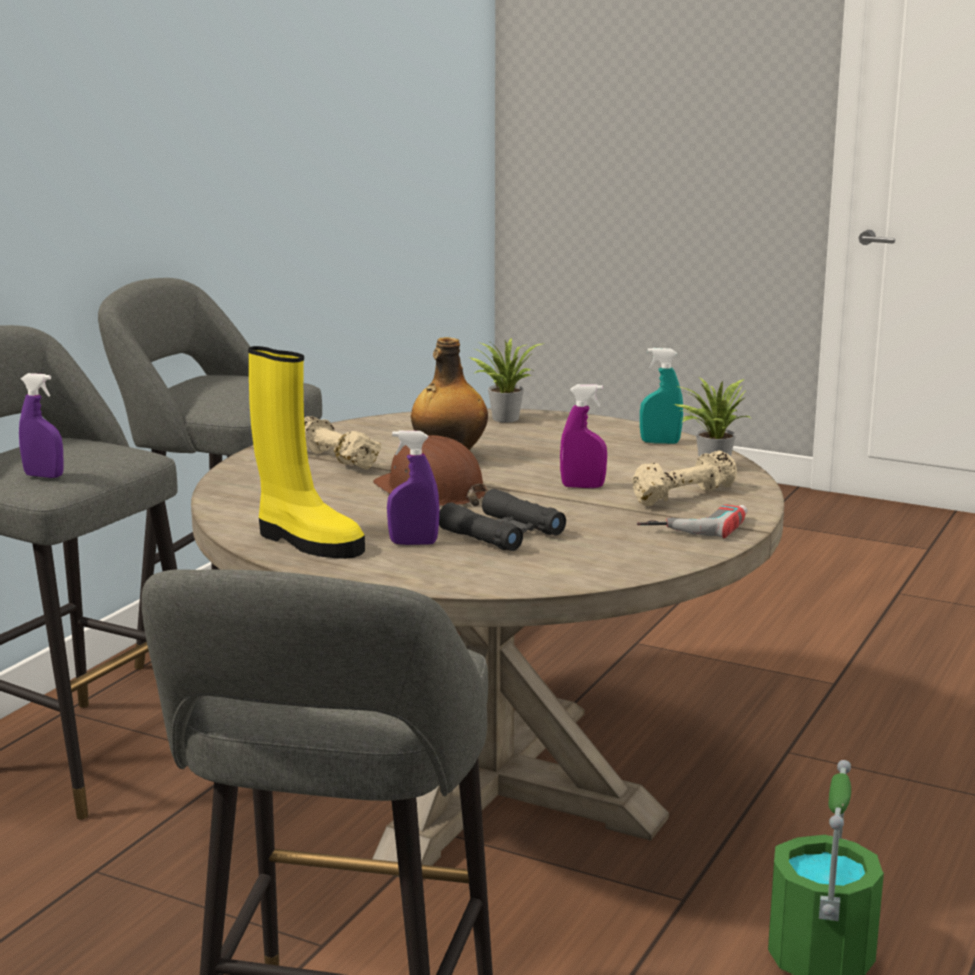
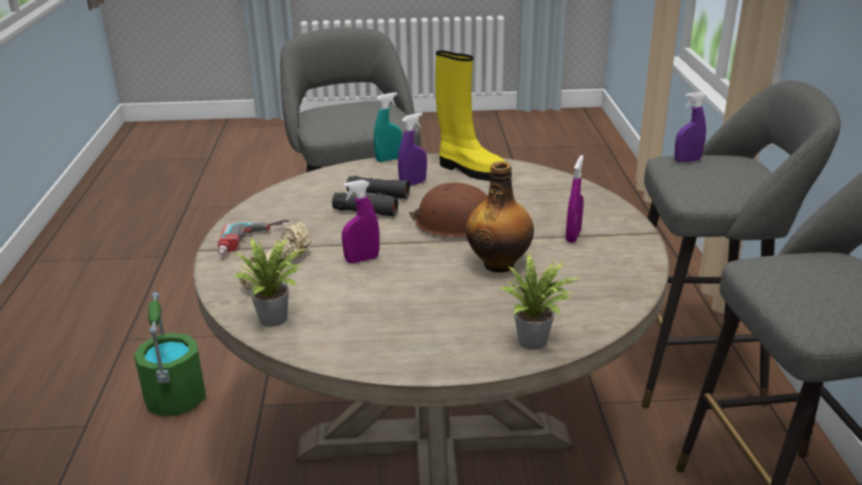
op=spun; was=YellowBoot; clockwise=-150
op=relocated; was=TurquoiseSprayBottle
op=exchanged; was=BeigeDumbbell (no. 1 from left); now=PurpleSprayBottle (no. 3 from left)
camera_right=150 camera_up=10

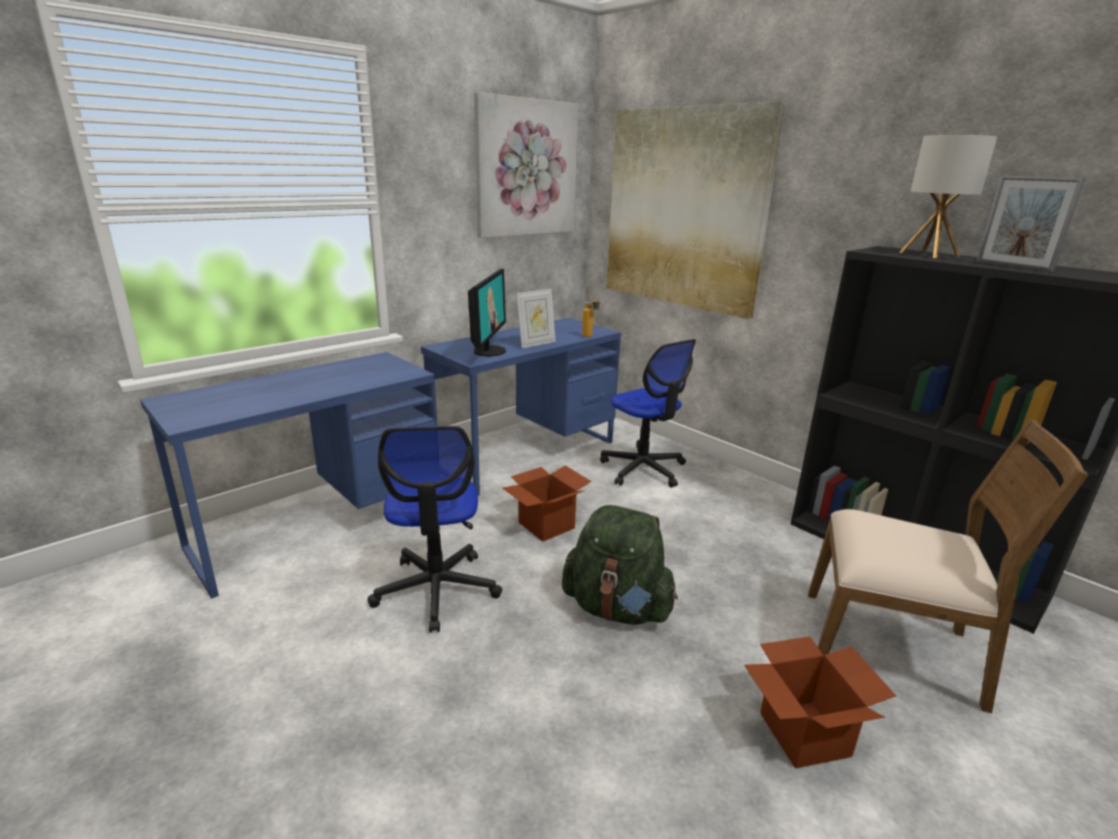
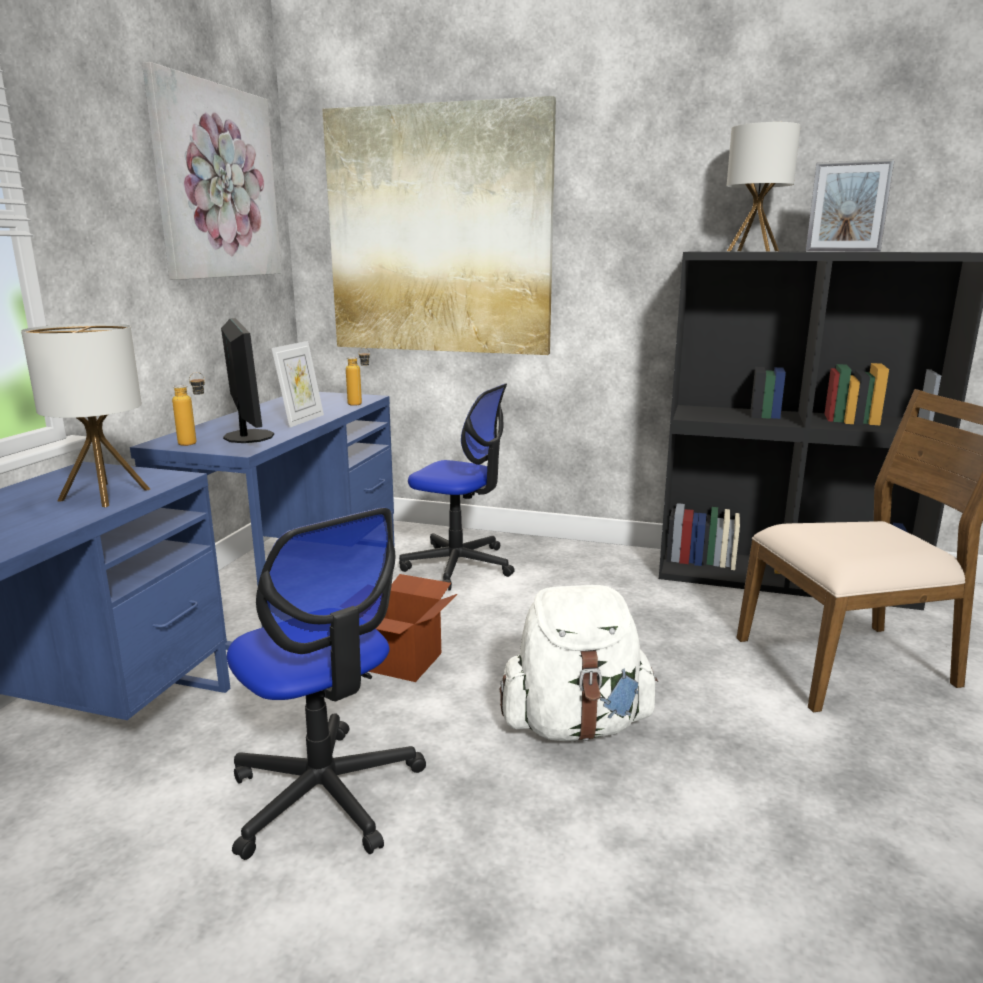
op=colour; was=GreenBackpack; now=WhiteBackpack
op=missing; was=CardboardBox (no. 2 from left)
op=appeared; now=TableLamp (no. 1 from left)
op=appeared; now=Bottle (no. 1 from left)
camera_right=-30 camera_up=-5

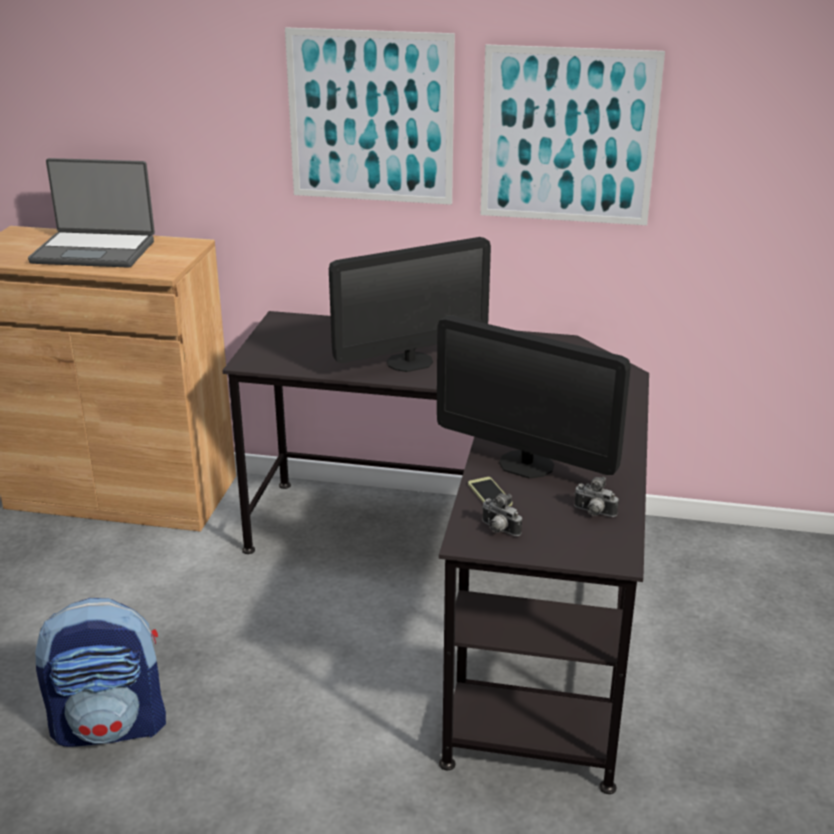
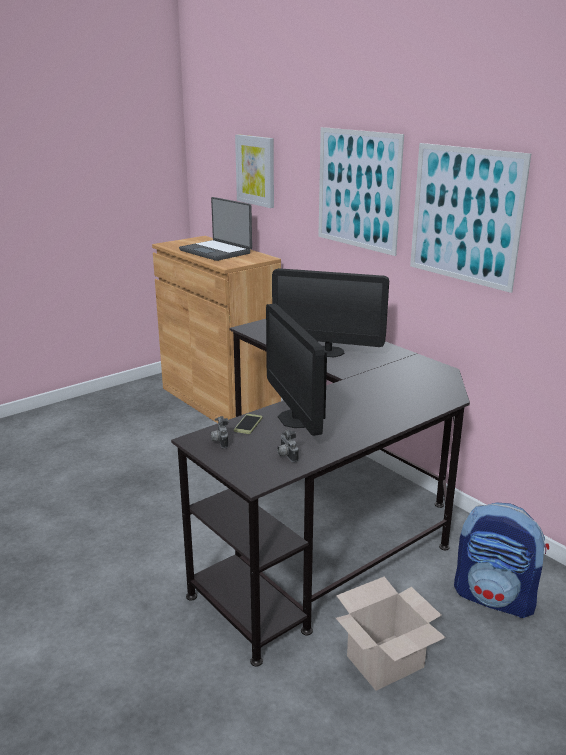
op=relocated; was=Backpack
op=appeared; now=Picture (no. 1 from left)
op=appeared; now=CardboardBox
camera_right=40 camera_up=-5

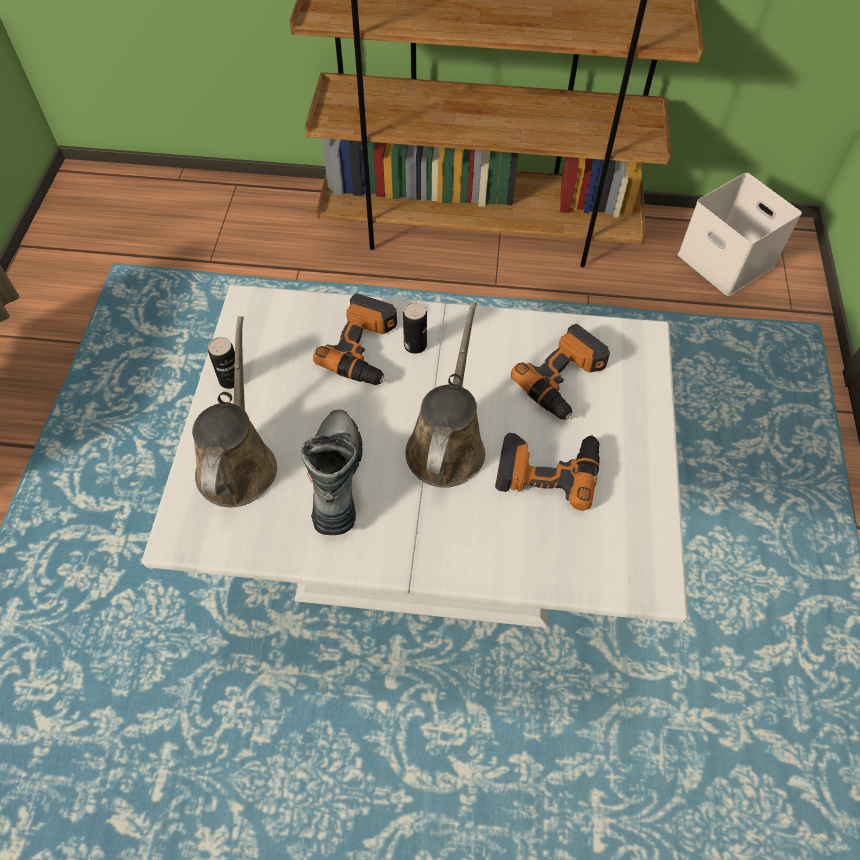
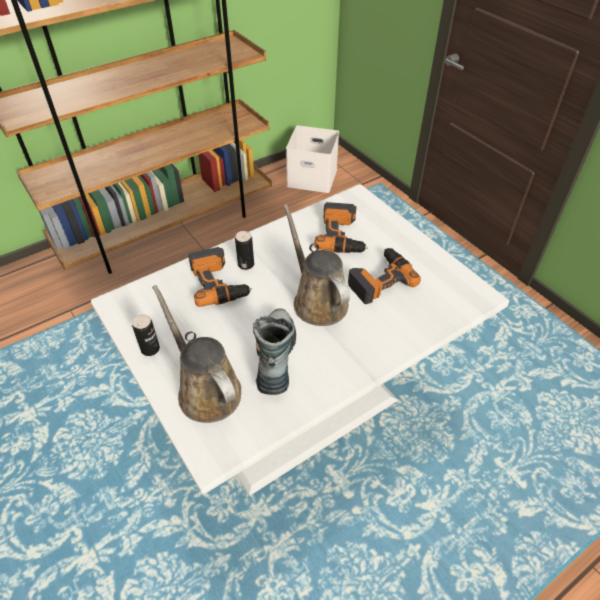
op=spun; was=Boot; clockwise=45
camera_right=-40 camera_up=-10

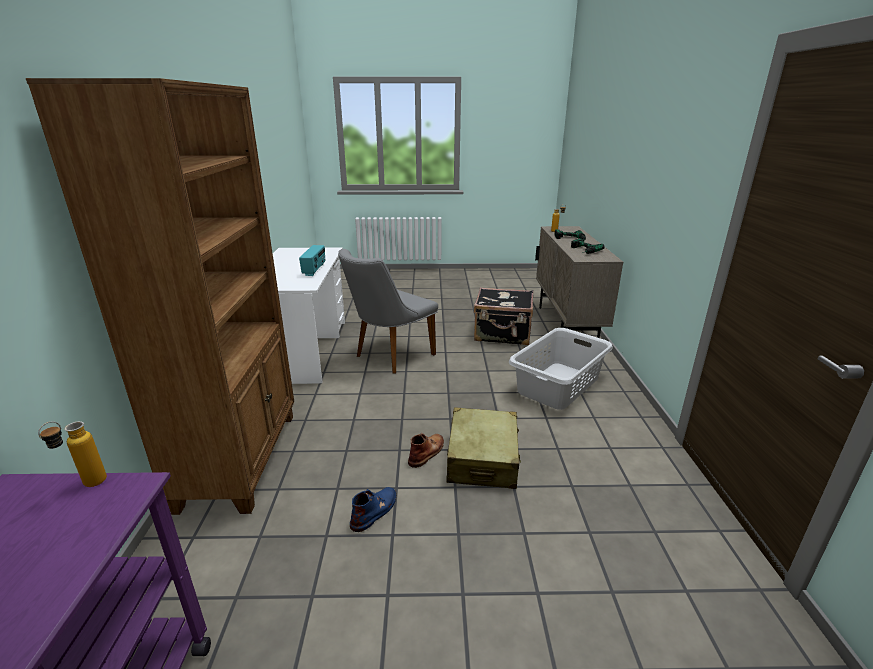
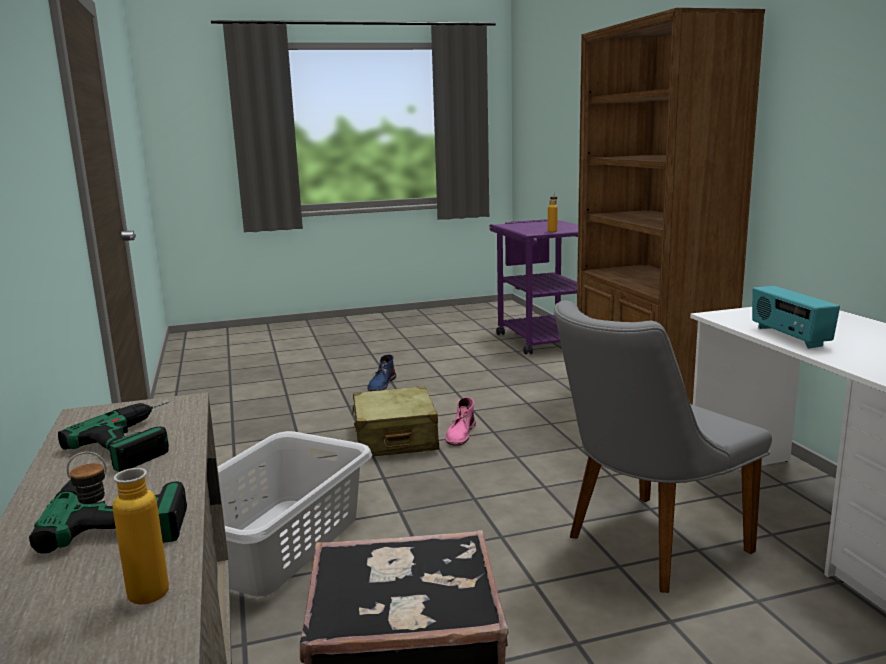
op=spun; was=GreyChair; clockwise=-150
op=colour; was=BrownBoot; now=PinkBoot
op=relocated; was=BlueBoot
camera_right=165 camera_up=-10

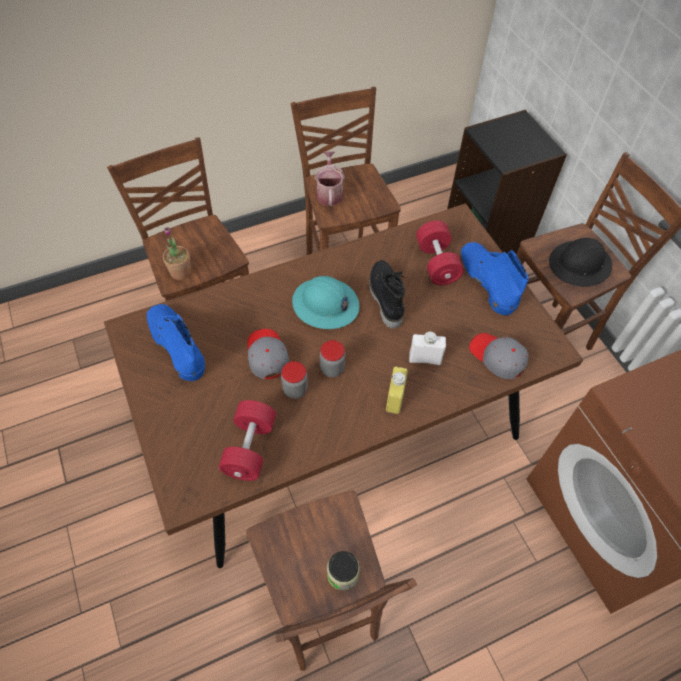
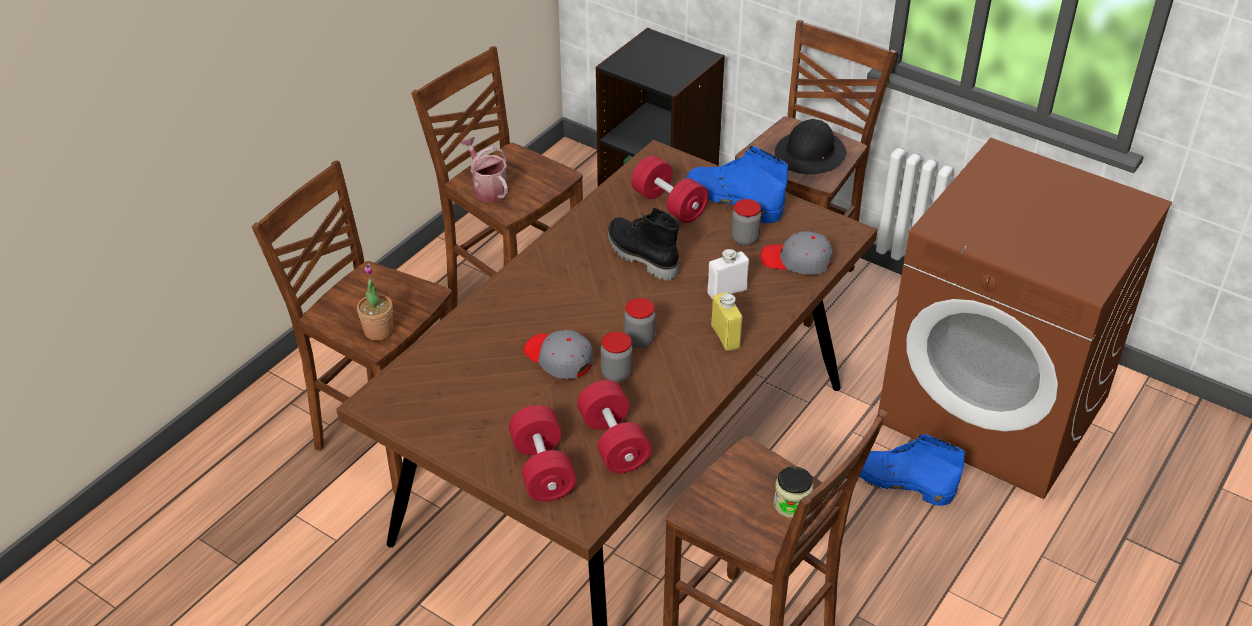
op=missing; was=TurquoiseHardHat
op=relocated; was=BlueBoot (no. 1 from left in the first image); now=BlueBoot (no. 2 from left)
op=appeared; now=Jar (no. 3 from left)
op=appeared; now=RedDumbbell (no. 1 from left)
camera_right=-30 camera_up=-15

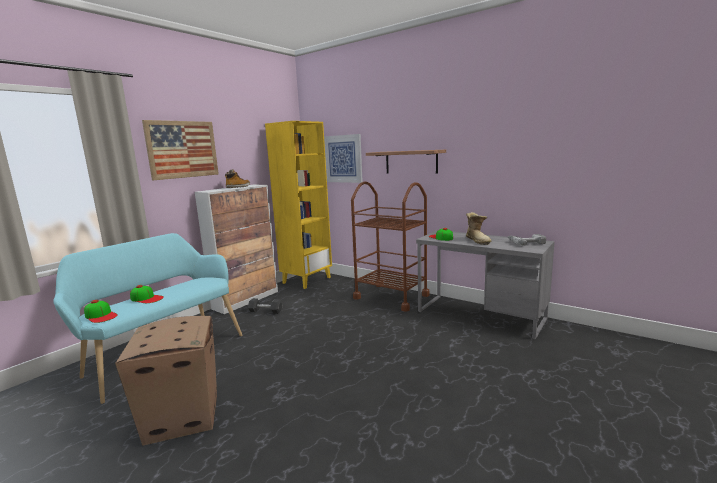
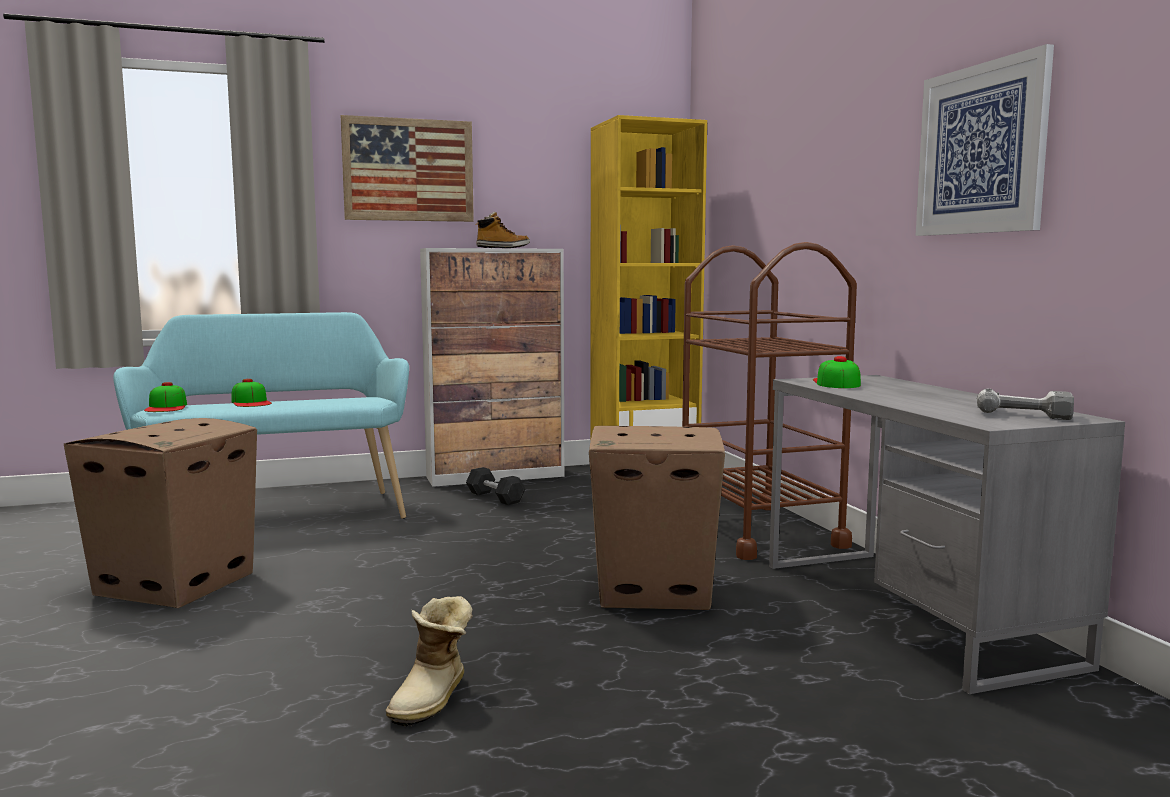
op=relocated; was=Picture (no. 2 from left)
op=missing; was=Shelf
op=relocated; was=Boot (no. 2 from left in the first image); now=Boot (no. 1 from left)
op=appeared; now=CardboardBox (no. 2 from left)
camera_right=35 camera_up=-5

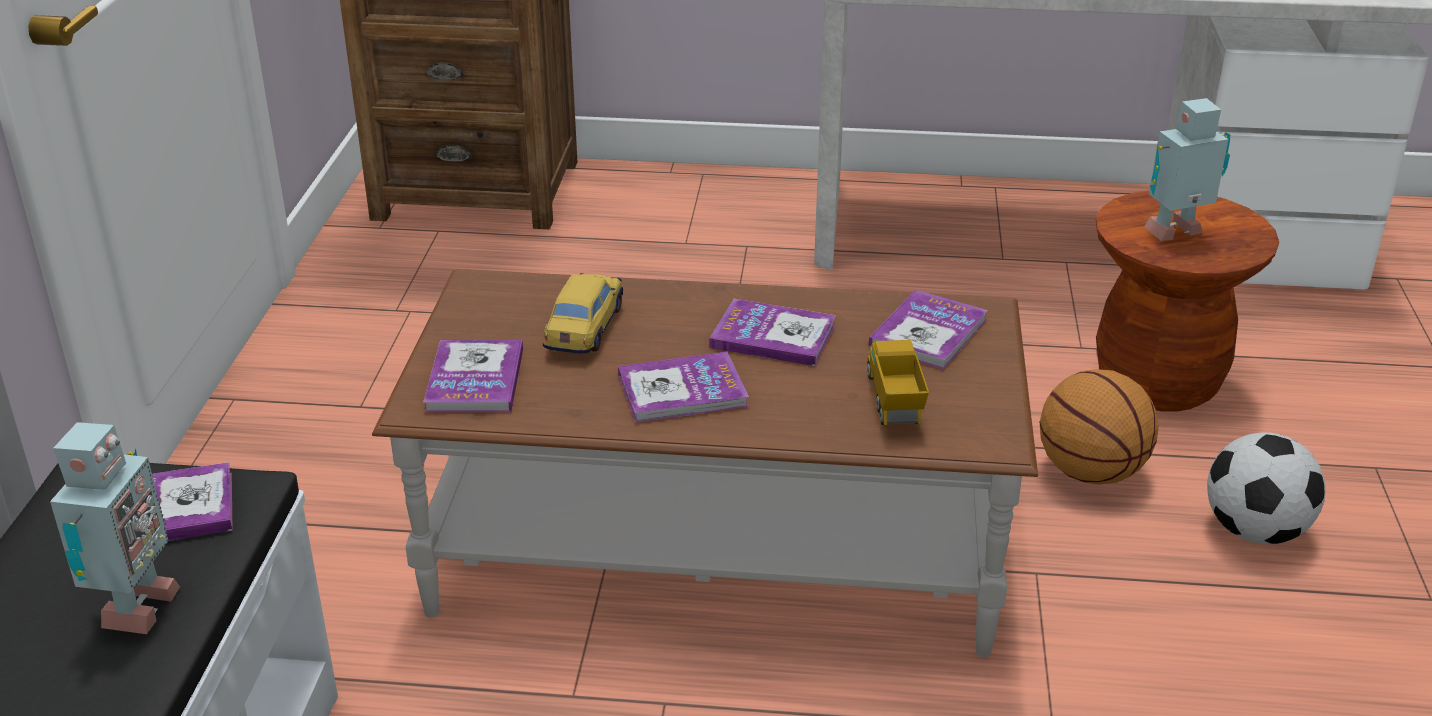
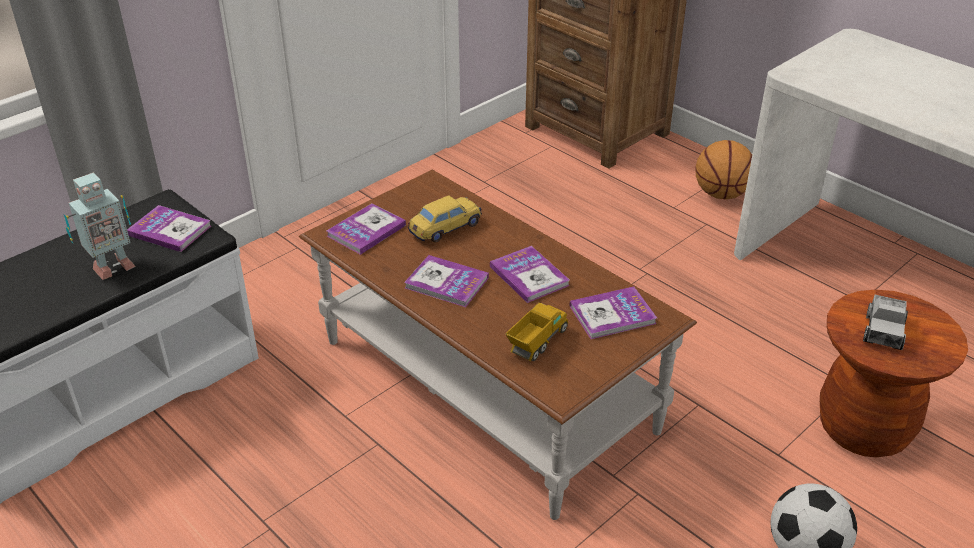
op=exchanged; was=ToyRobot (no. 2 from left); now=ToyTruck (no. 2 from left)
op=relocated; was=Basketball
camera_right=40 camera_up=5

